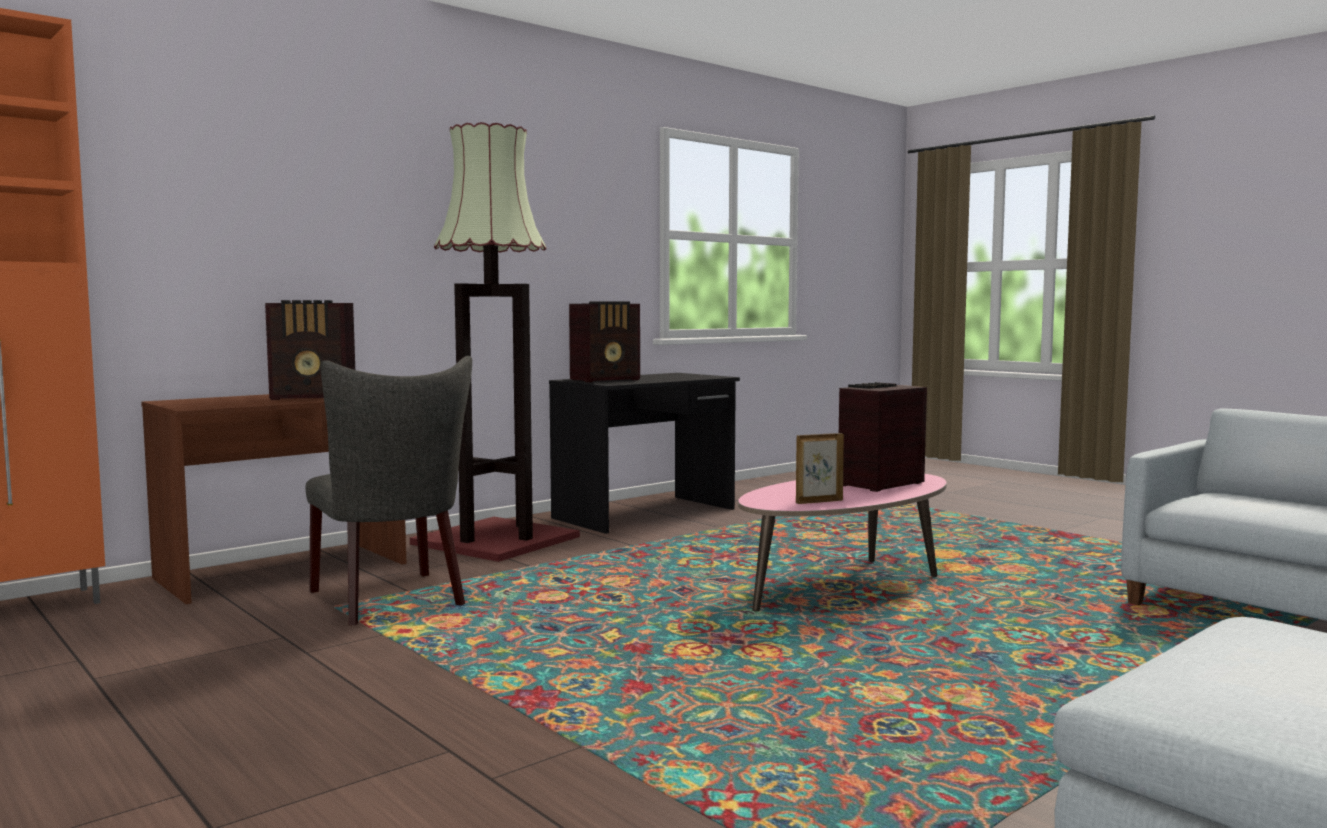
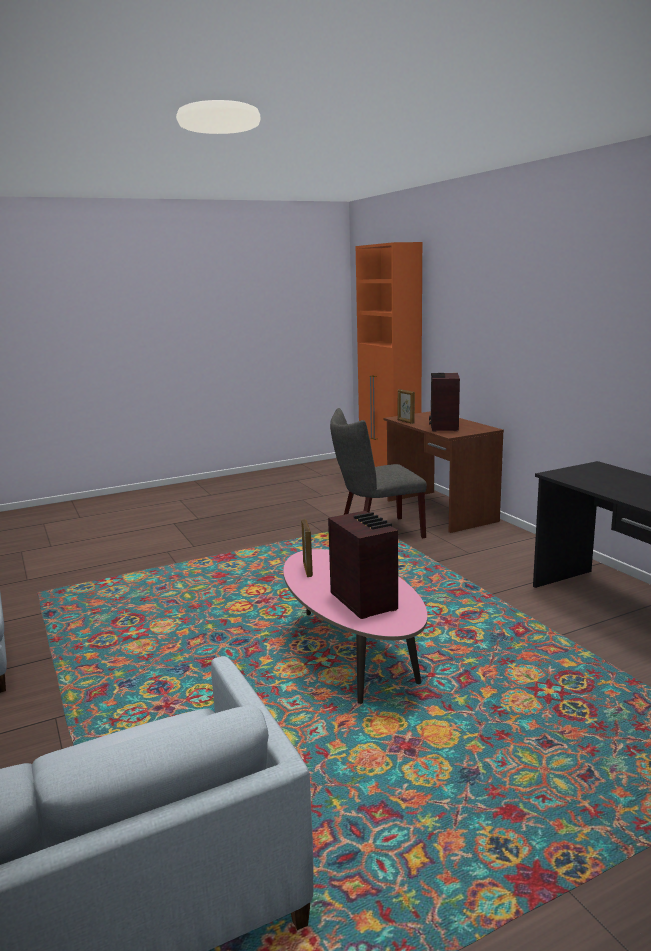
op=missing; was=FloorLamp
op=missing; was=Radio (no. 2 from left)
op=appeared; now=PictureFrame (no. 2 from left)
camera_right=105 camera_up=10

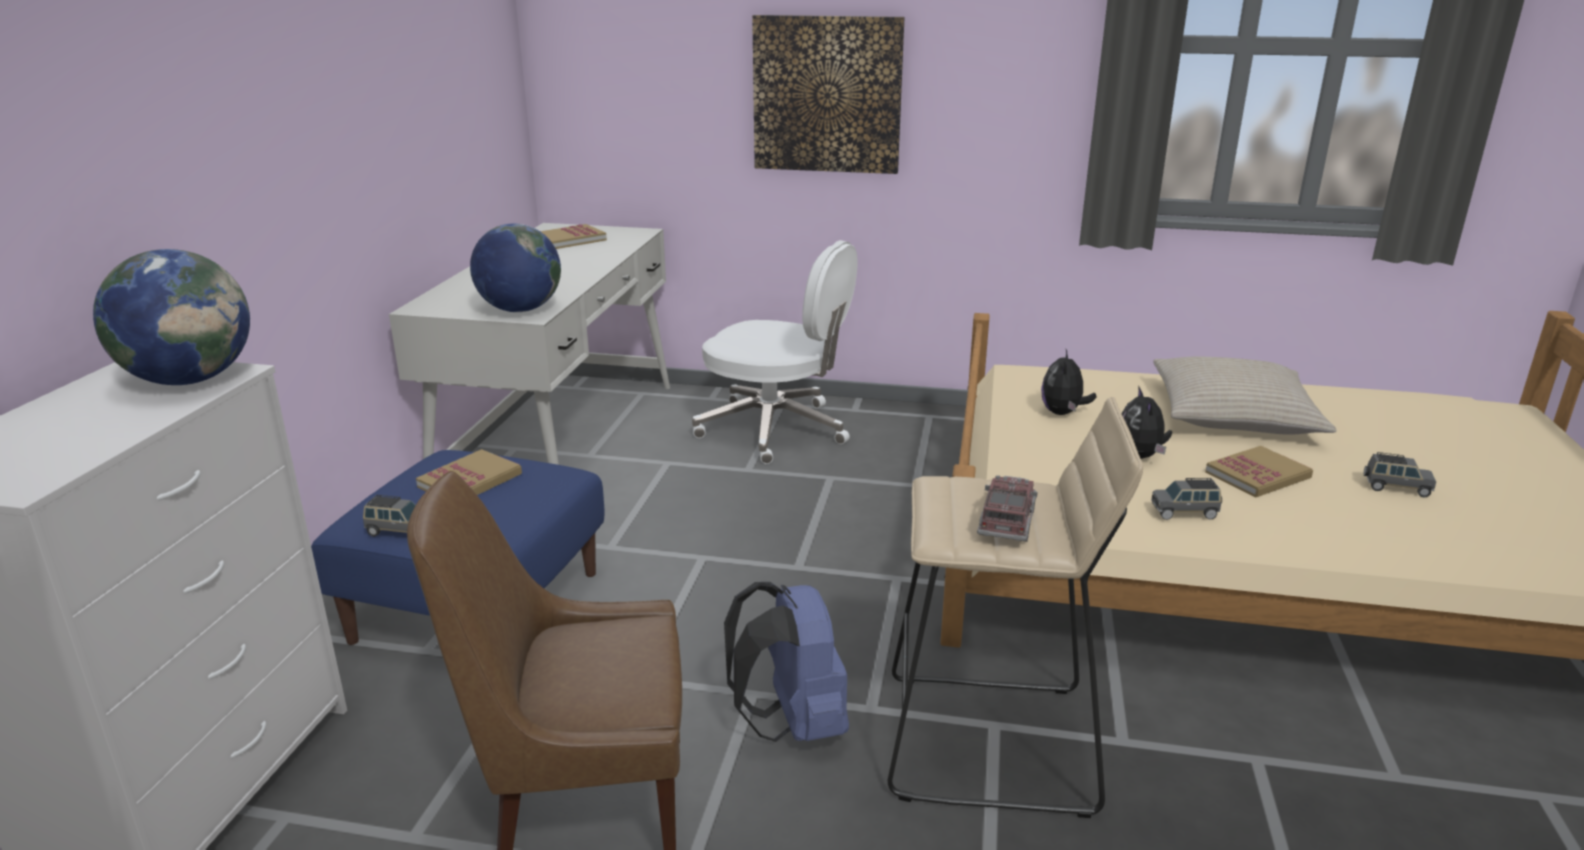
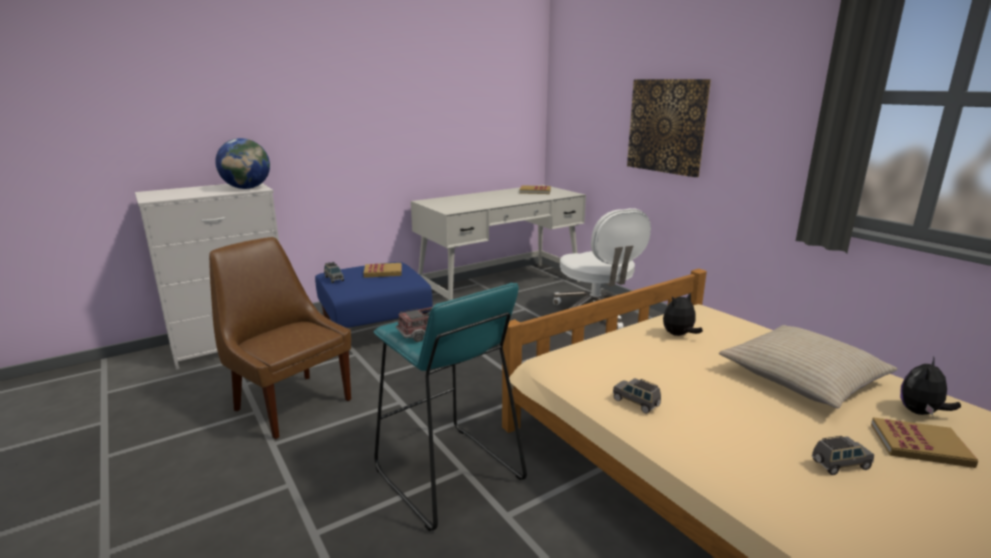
op=missing; was=Globe (no. 2 from left)
op=relocated; was=PlushToy (no. 2 from left)
op=colour; was=BeigeStool; now=TurquoiseStool
op=relocated; was=Book (no. 3 from left)
op=spun; was=GreyToyCar (no. 3 from left); clockwise=-75
op=missing; was=BlueBackpack
camera_right=45 camera_up=-5

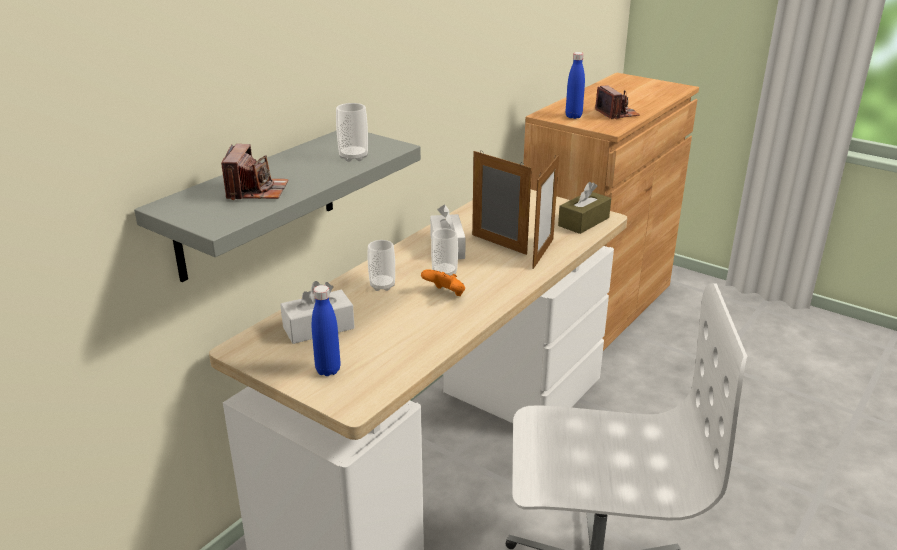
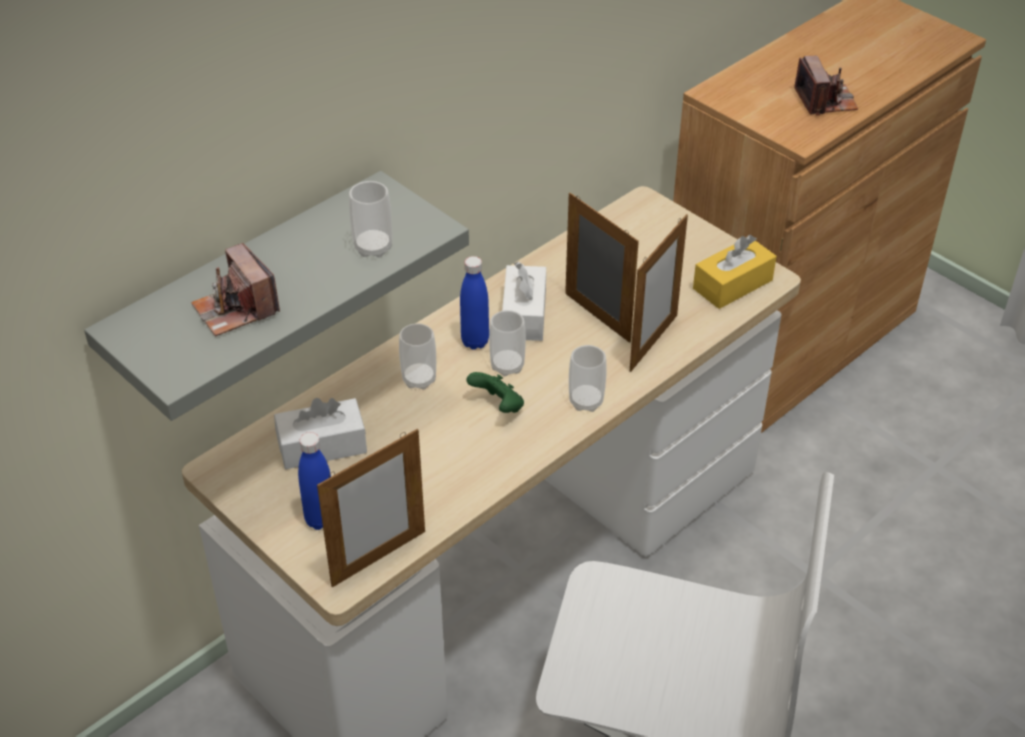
op=relocated; was=BlueBottle (no. 2 from left)
op=spun; was=PhotoCamera (no. 1 from left); clockwise=135
op=colour; was=BrownTissueBox; now=YellowTissueBox
op=colour; was=OrangeGameController; now=GreenGameController
op=appeared; now=Cup (no. 4 from left)
op=appeared; now=PictureFrame (no. 1 from left)
camera_right=10 camera_up=15

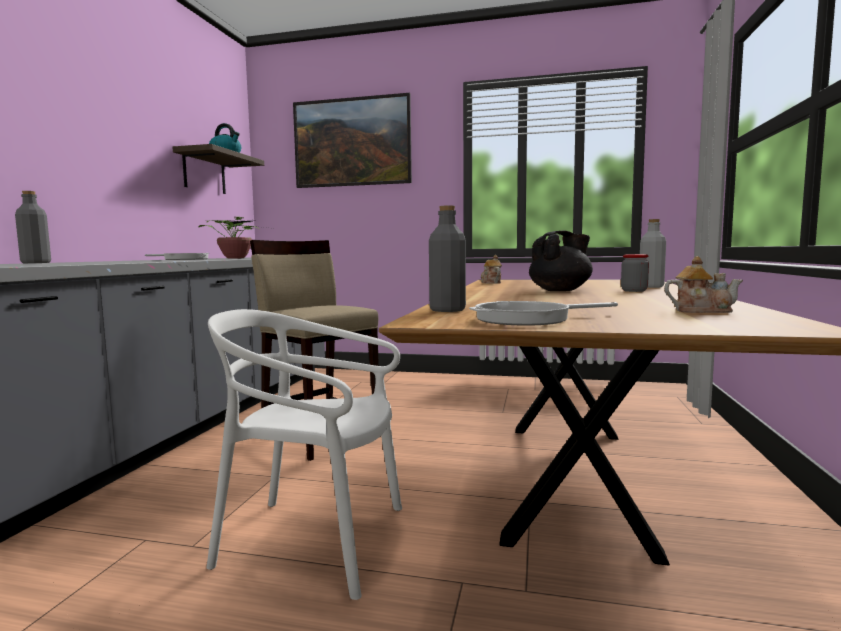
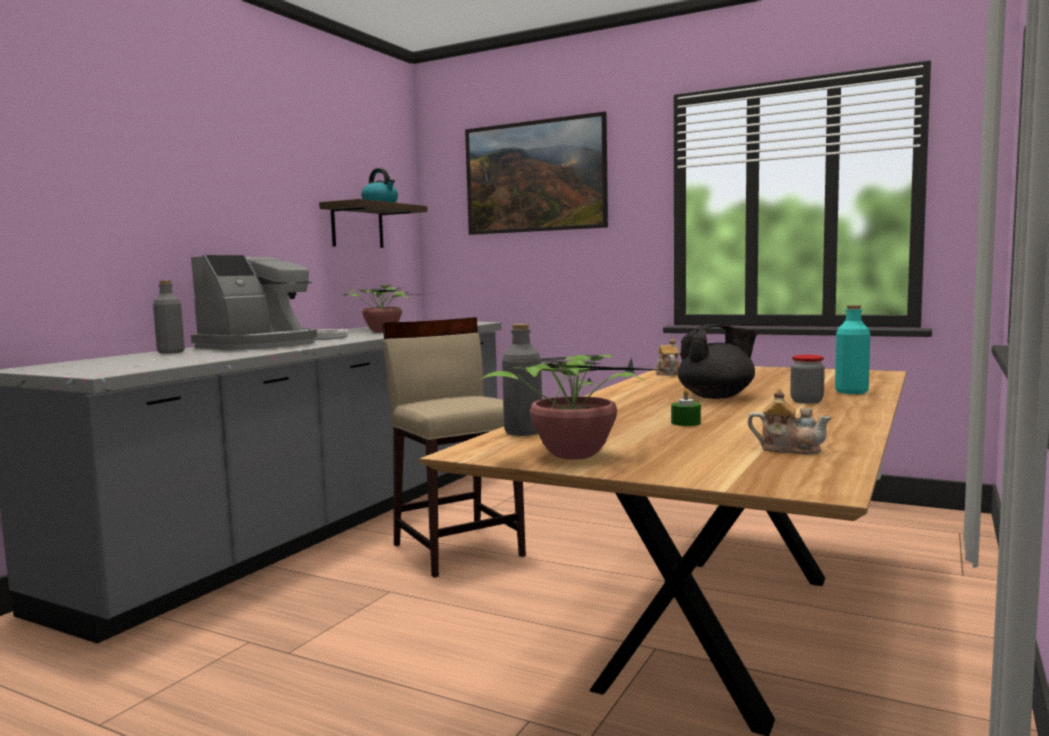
op=colour; was=GreyBottle (no. 3 from left); now=TurquoiseBottle
op=exchanged; was=FryingPan (no. 2 from left); now=PottedPlant (no. 2 from left)
op=missing; was=WhiteChair
op=appeared; now=CoffeeMachine
op=appeared; now=GreenCandle
camera_right=15 camera_up=0

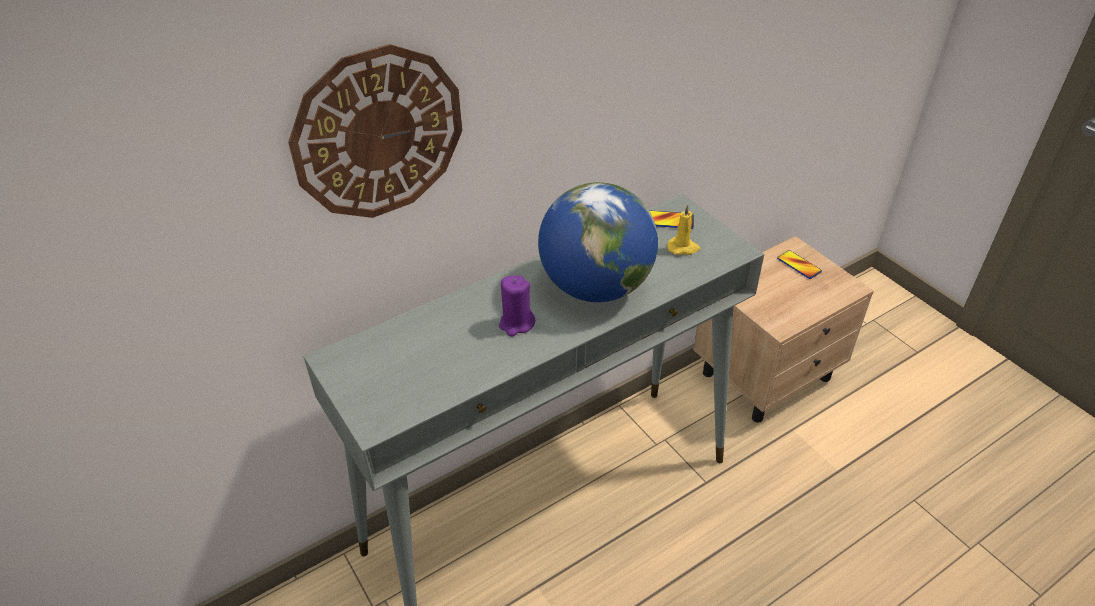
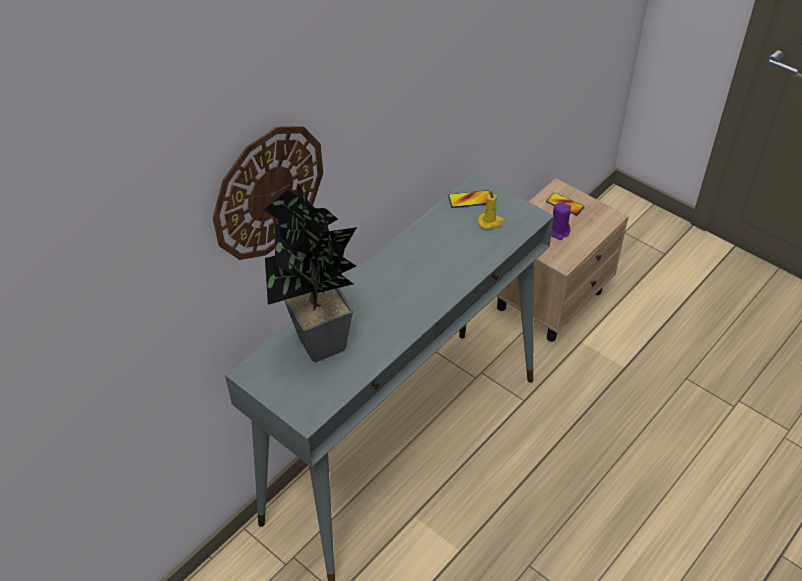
op=missing; was=Globe
op=relocated; was=PurpleCandle
op=appeared; now=PottedPlant
camera_right=-15 camera_up=5

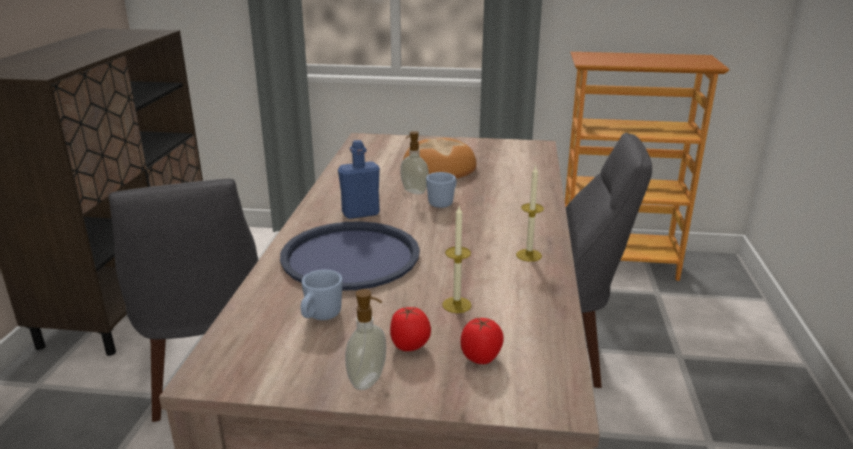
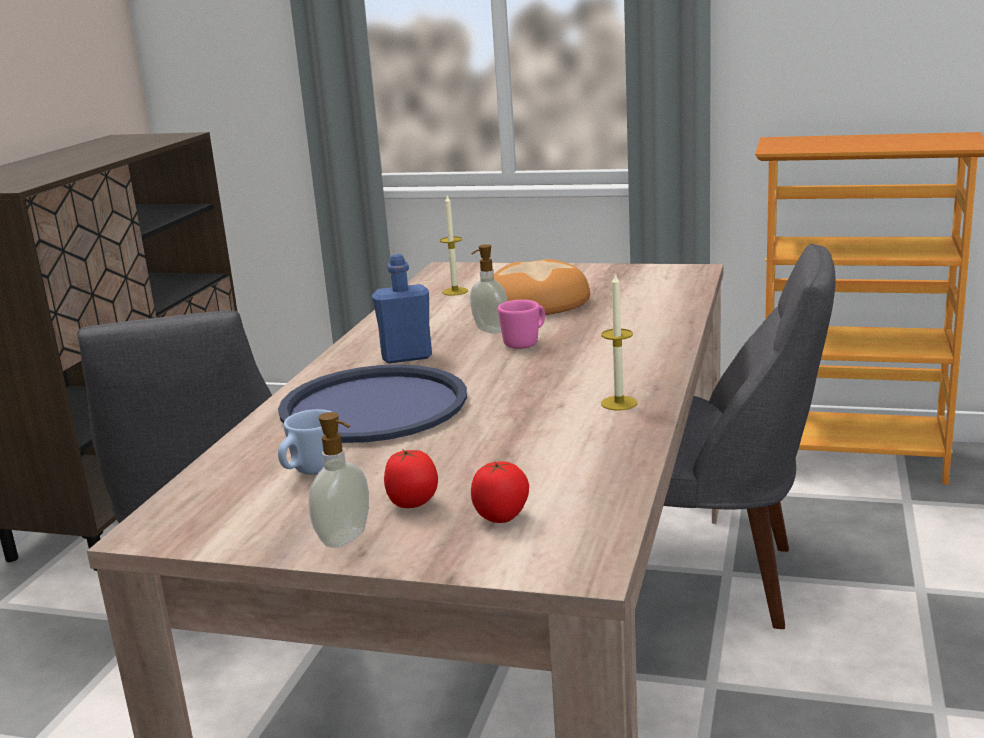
op=colour; was=BlueMug (no. 2 from left); now=PinkMug
op=relocated; was=Candle (no. 1 from left)
camera_right=10 camera_up=-5

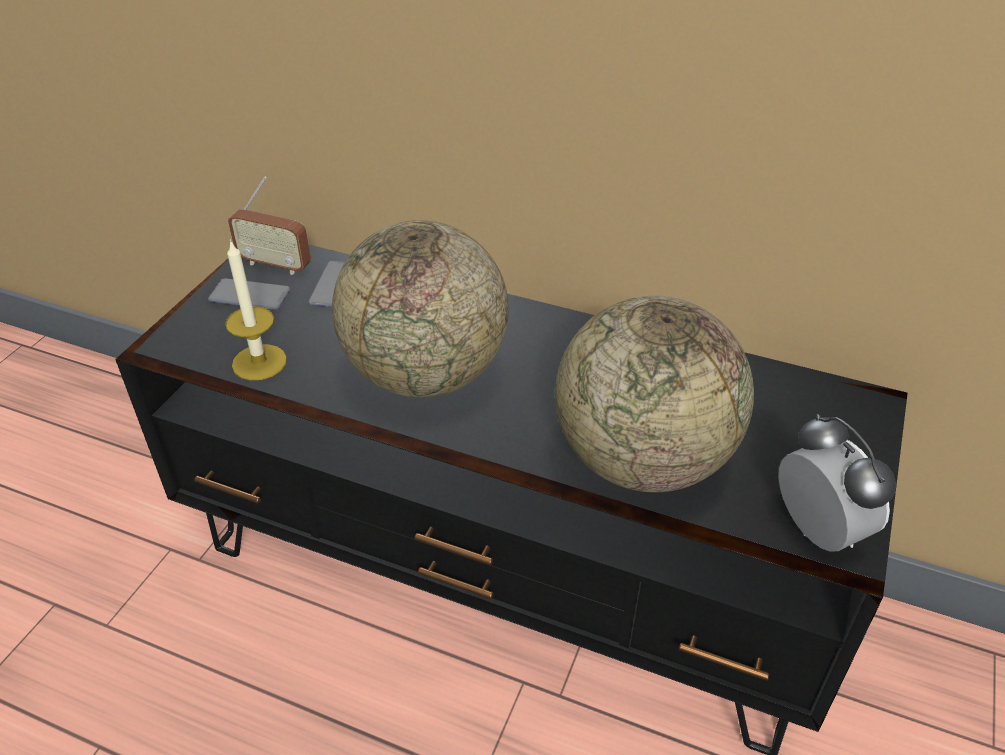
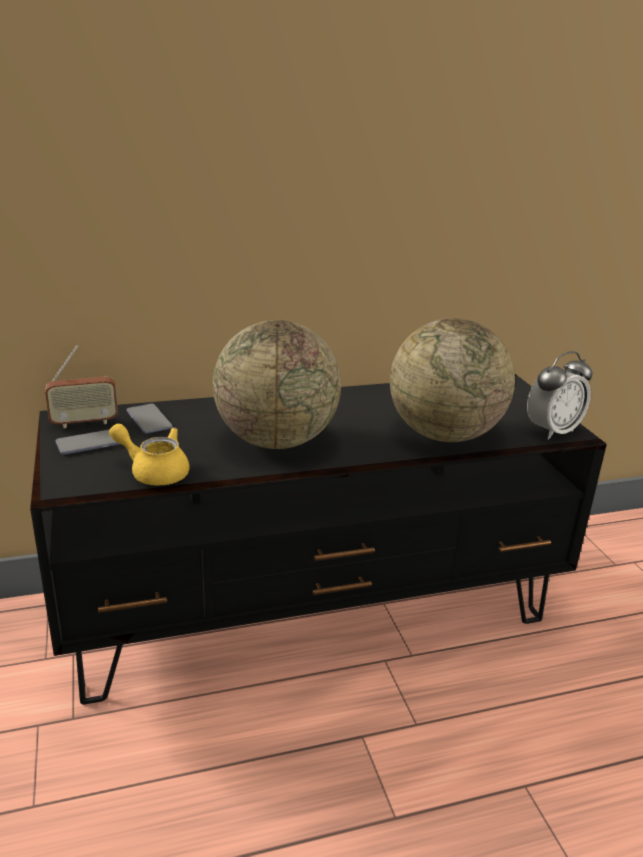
op=exchanged; was=Candle; now=YellowTeapot
op=spun; was=AlarmClock; clockwise=120
camera_right=-40 camera_up=-15

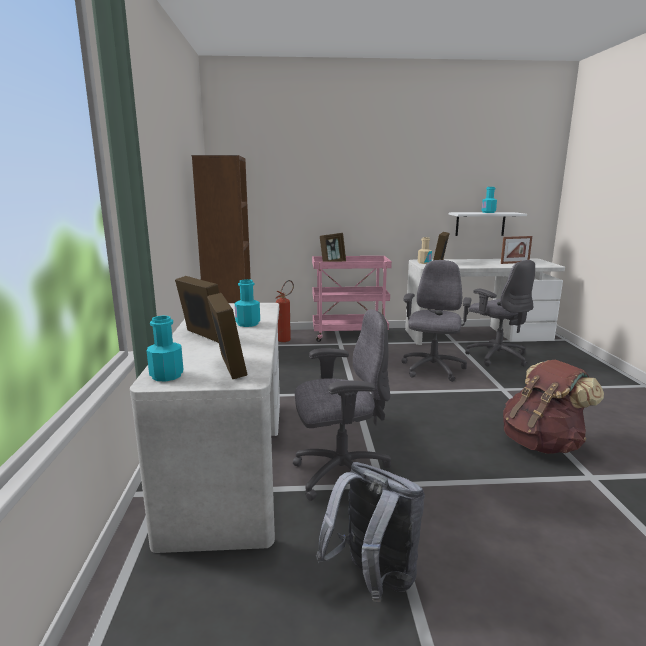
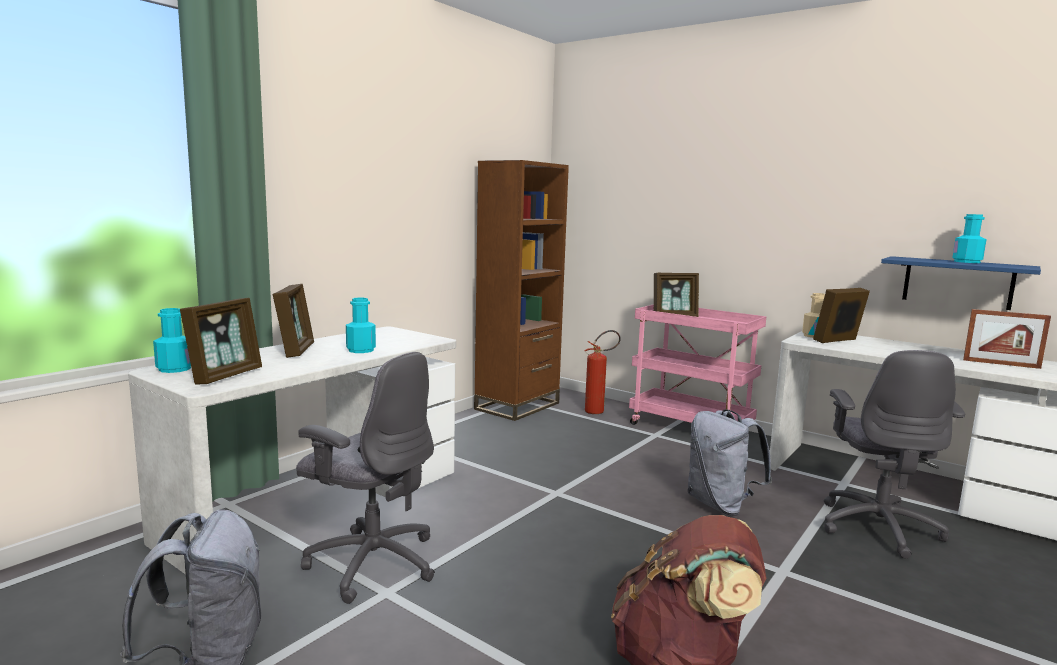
op=colour; was=WhiteShelf; now=BlueShelf
op=exchanged; was=GreyOfficeChair (no. 2 from left); now=GreyBackpack (no. 2 from left)
camera_right=40 camera_up=-5

